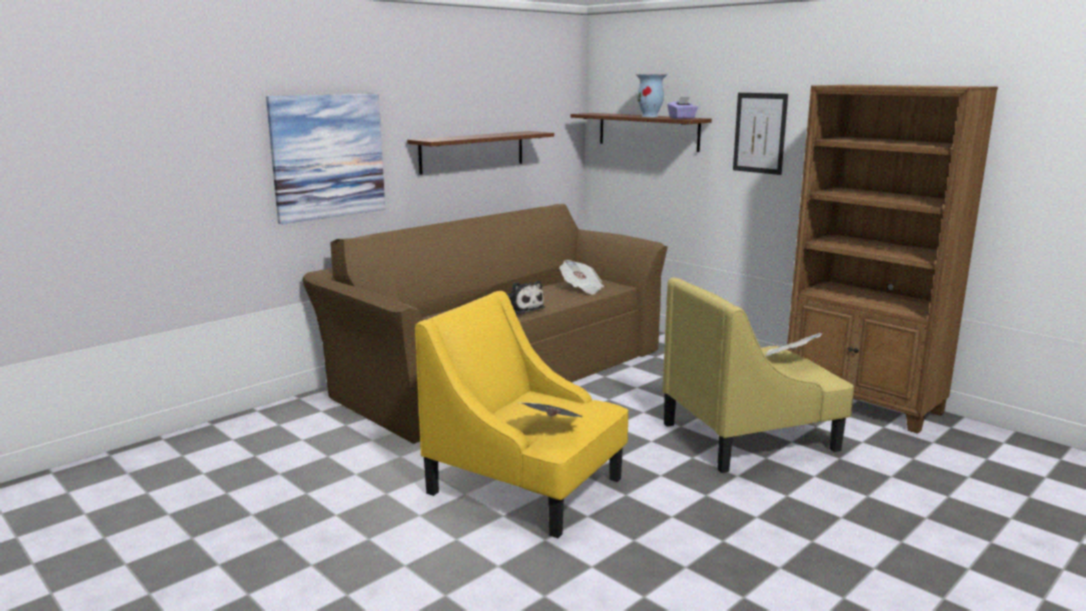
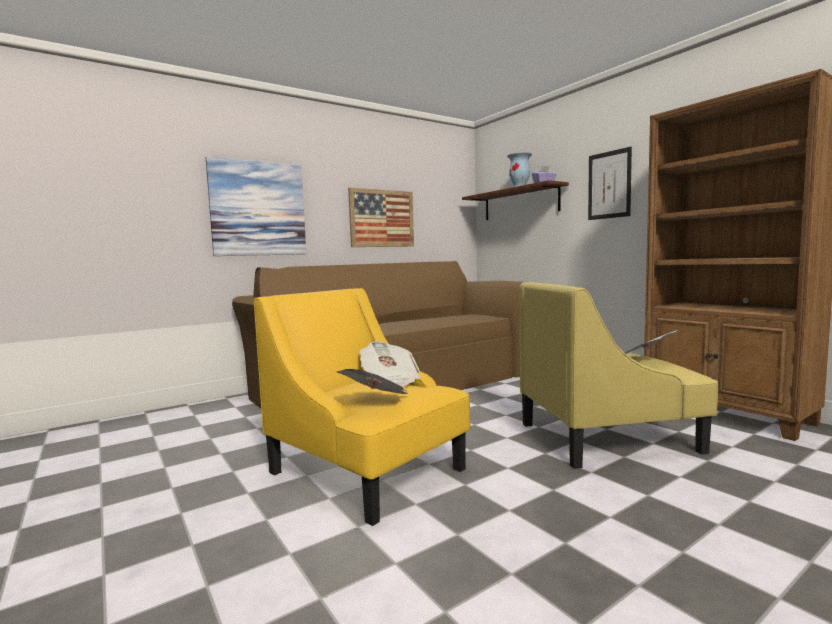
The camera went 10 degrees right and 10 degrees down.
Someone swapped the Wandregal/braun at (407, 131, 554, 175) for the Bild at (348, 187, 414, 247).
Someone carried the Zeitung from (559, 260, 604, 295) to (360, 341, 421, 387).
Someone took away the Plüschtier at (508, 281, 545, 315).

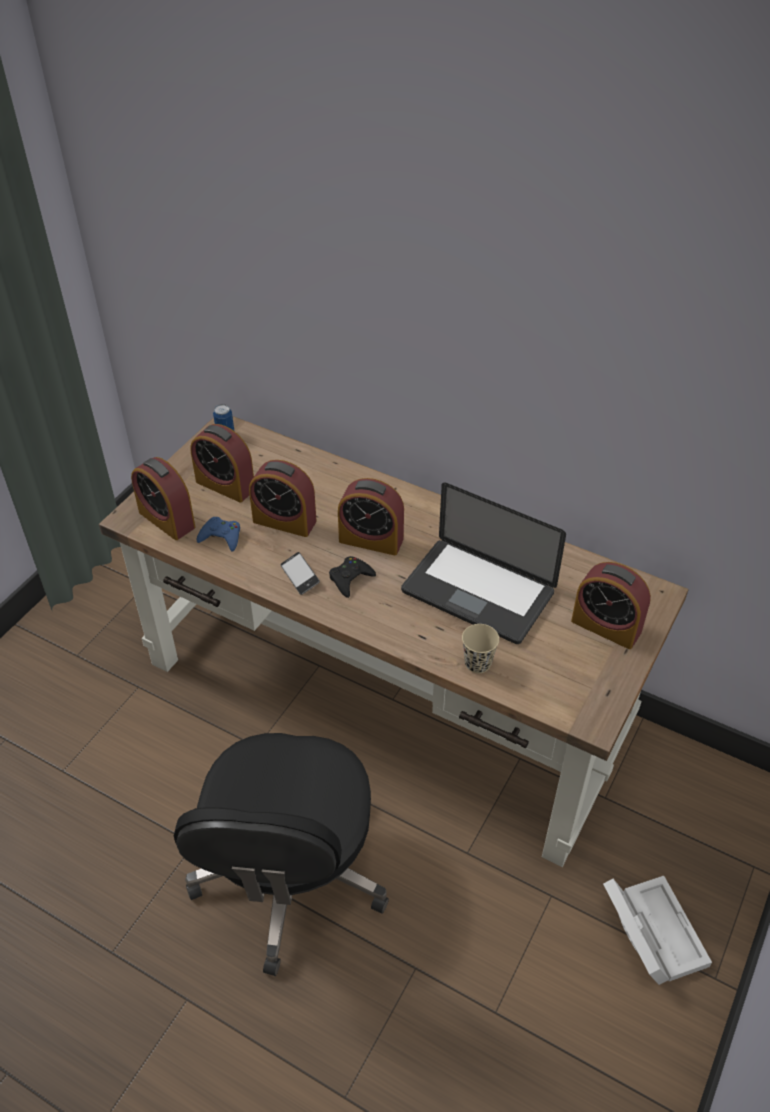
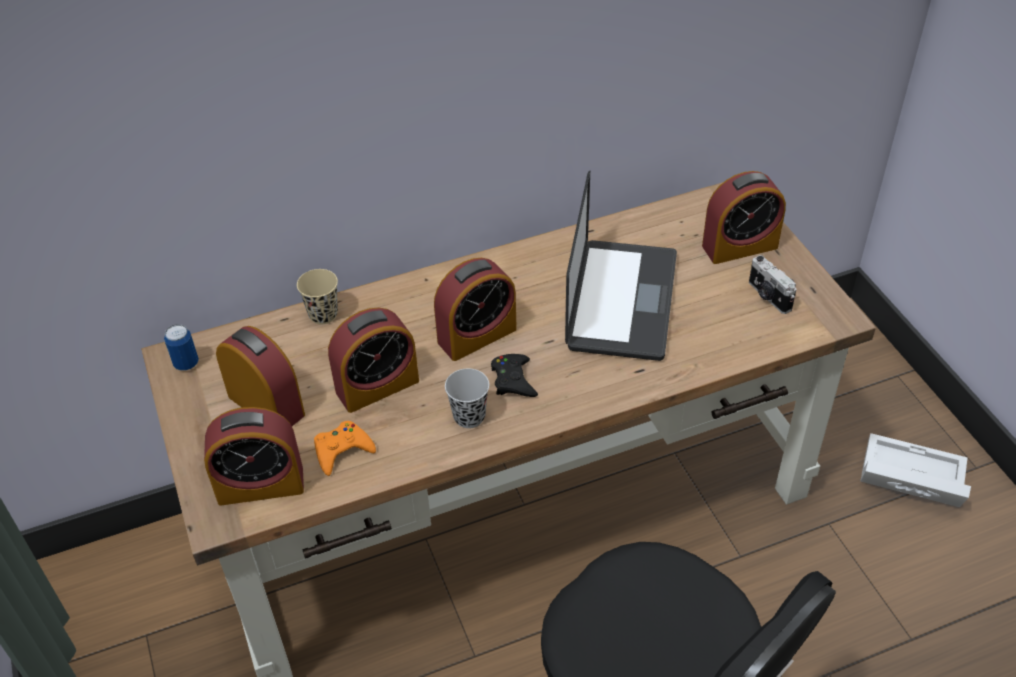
The camera went 50 degrees left and 0 degrees up.
Someone rotated the Wecker at (190, 424, 254, 503) by 120 degrees counterclockwise.
Someone rotated the Laptop at (401, 482, 566, 644) by 60 degrees counterclockwise.
Someone repainted the Gamepad/blau at (196, 517, 240, 552), which became the Gamepad/orange at (314, 421, 376, 476).
Someone swapped the Handy at (281, 552, 320, 595) for the Tasse/schwarz at (445, 368, 489, 428).
Someone carried the Tasse/beige from (462, 624, 499, 673) to (297, 269, 338, 324).
Someone put down the Kamera at (749, 255, 797, 314).

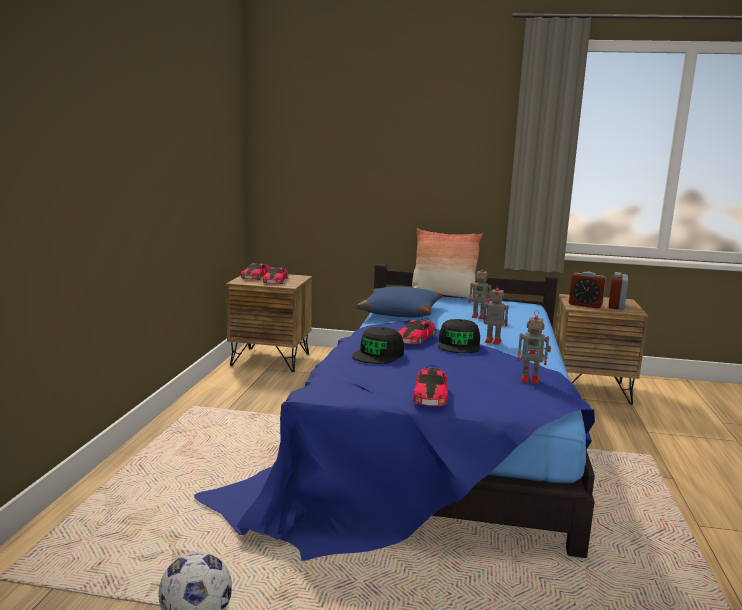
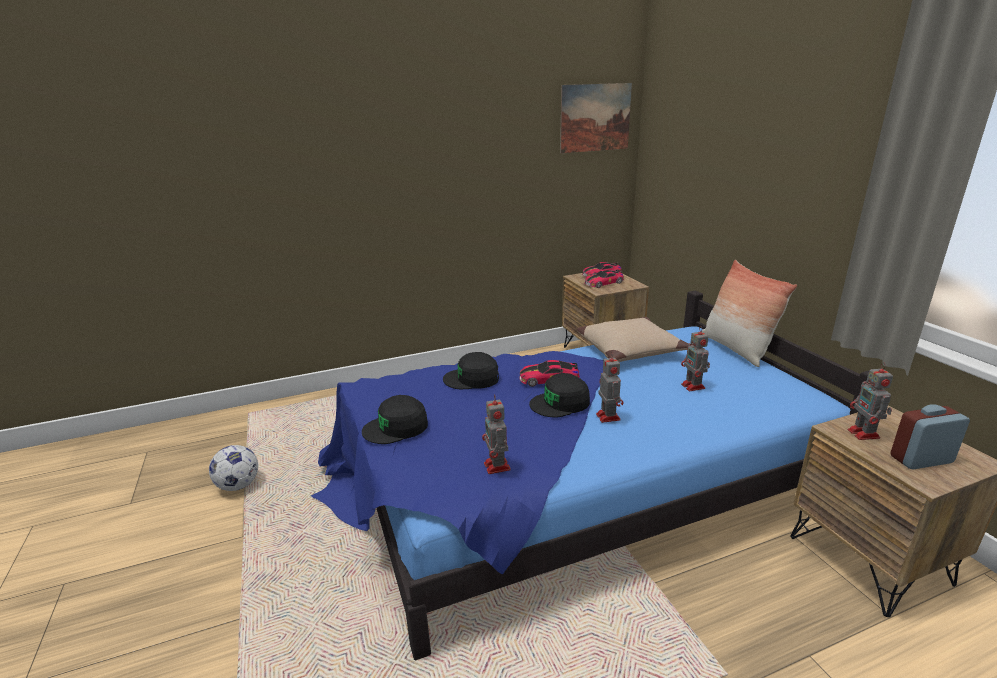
The camera went 60 degrees right and 10 degrees up.
Someone swapped the Wecker at (569, 272, 606, 308) for the Spielzeugroboter at (848, 363, 893, 440).
Someone repainted the Kissen/blau at (356, 286, 443, 318), which became the Kissen/beige at (577, 317, 688, 362).
Someone swapped the Spielzeugauto at (413, 365, 448, 406) for the Kappe/schwarz at (362, 395, 428, 444).
Someone put up the Bild at (560, 83, 632, 153).

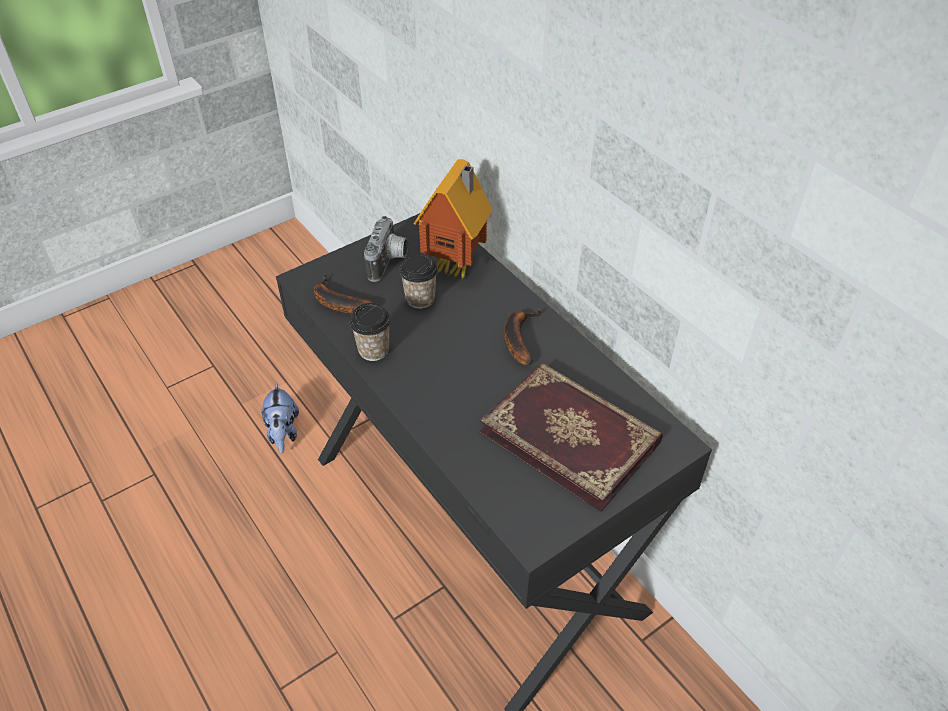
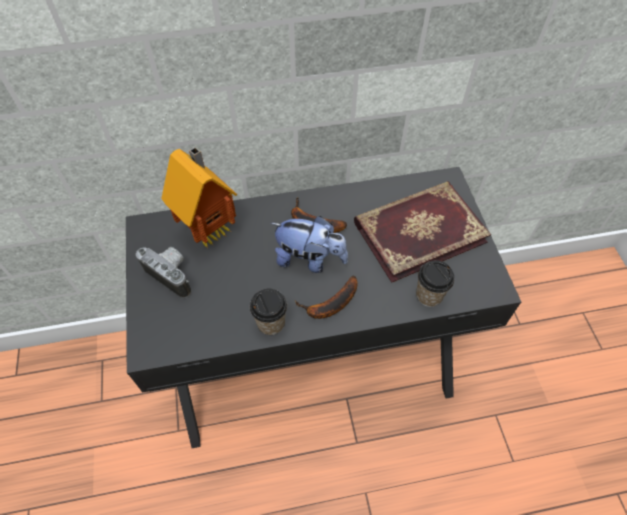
The camera went 65 degrees left and 10 degrees up.
Someone carried the Tasse from (399, 253, 438, 309) to (416, 260, 454, 307).
Someone carried the Banane from (313, 274, 375, 314) to (295, 276, 358, 319).
Someone carried the Plüschtier from (261, 382, 299, 454) to (270, 216, 348, 273).

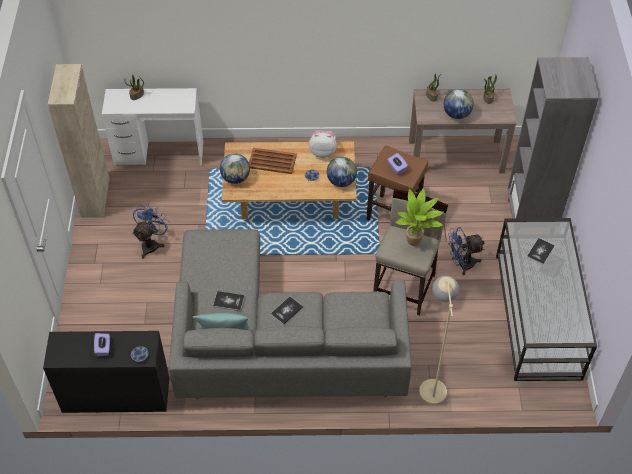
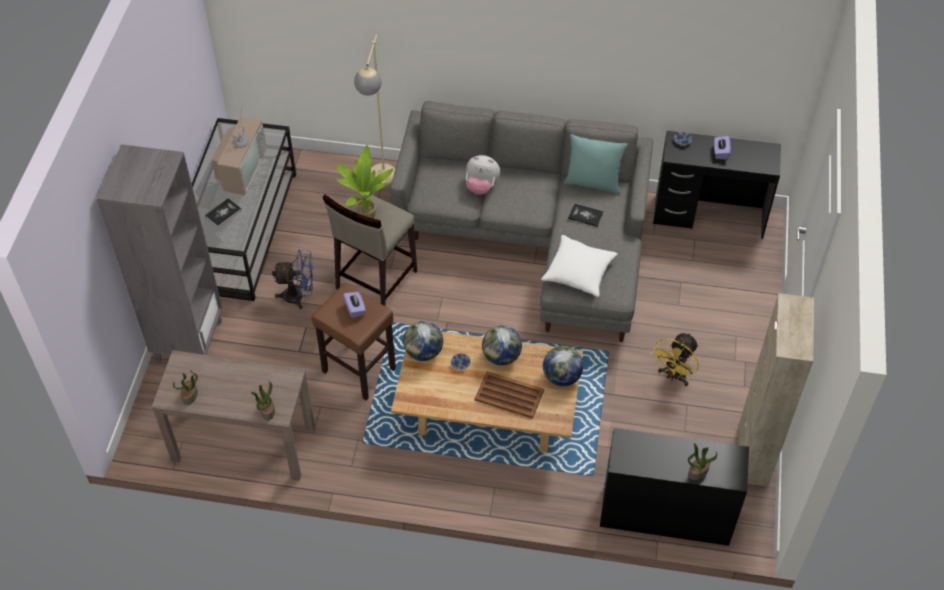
The camera went 170 degrees left and 0 degrees up.
Someone repainted the Schreibtisch/weiß at (102, 88, 203, 165), which became the Schreibtisch/schwarz at (600, 428, 749, 546).
Someone carried the Globus from (444, 89, 474, 119) to (482, 325, 522, 366).
Someone carried the Plüschtier from (309, 130, 337, 158) to (465, 155, 500, 195).
Someone repainted the Ventilator/blau at (132, 203, 170, 259), which became the Ventilator/gelb at (651, 333, 699, 386).
Someone took away the Buch at (271, 297, 303, 325).
Someone put down the Fernseher at (211, 108, 267, 195).
Someone put down the Kissen/weiß at (541, 235, 618, 297).

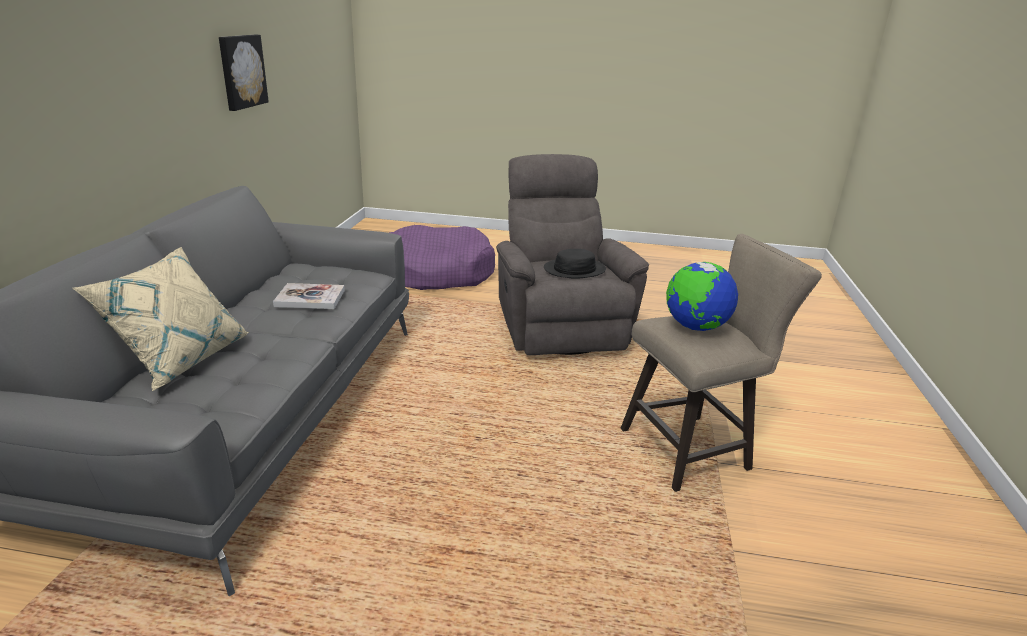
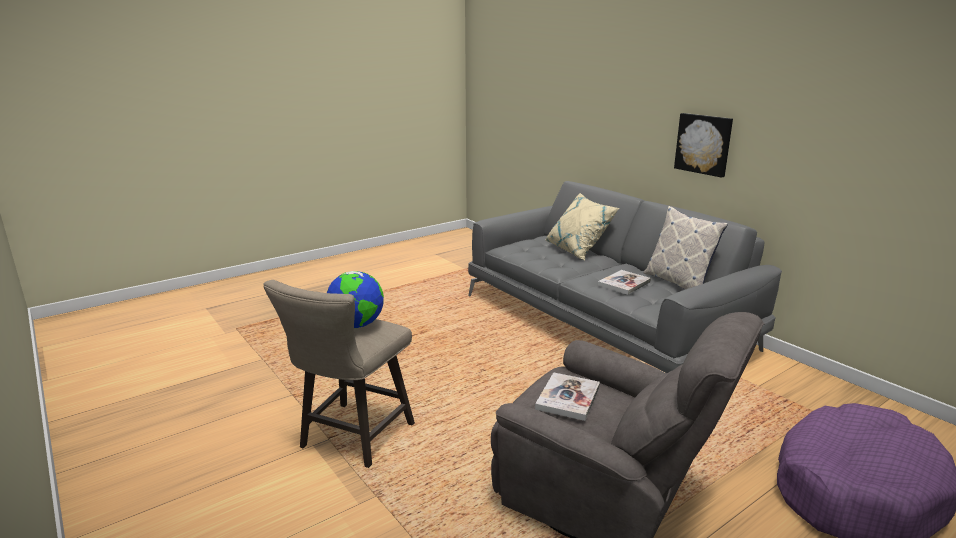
The camera went 135 degrees right and 5 degrees down.
Someone carried the Bild from (219, 35, 269, 111) to (674, 113, 733, 178).
Someone swapped the Hut/schwarz at (544, 249, 606, 279) for the Buch at (535, 372, 600, 421).
Someone put down the Kissen at (643, 206, 728, 289).

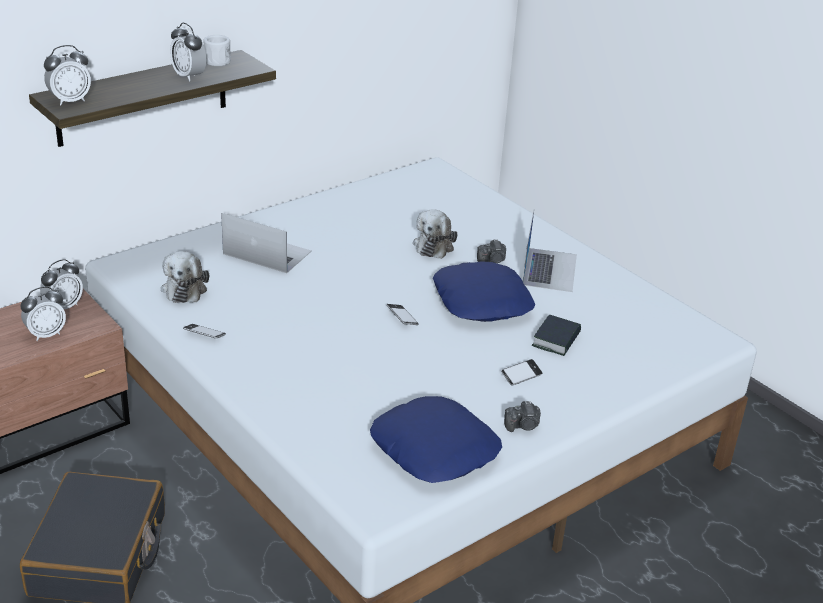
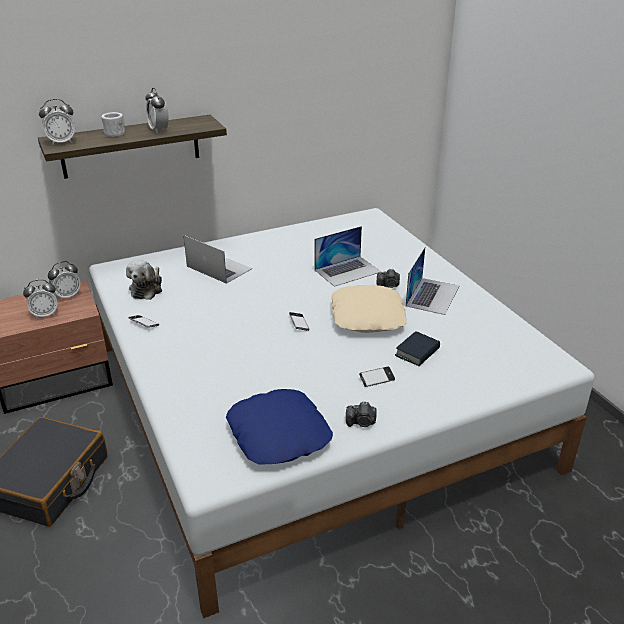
The camera went 15 degrees right and 0 degrees up.
Someone carried the Henkelbecher/weiß from (203, 35, 231, 66) to (101, 112, 125, 137).
Someone swapped the Plüschtier at (413, 209, 458, 259) for the Laptop at (314, 226, 381, 287).
Someone repainted the Kissen/blau at (433, 261, 535, 322), which became the Kissen/beige at (332, 285, 407, 333).

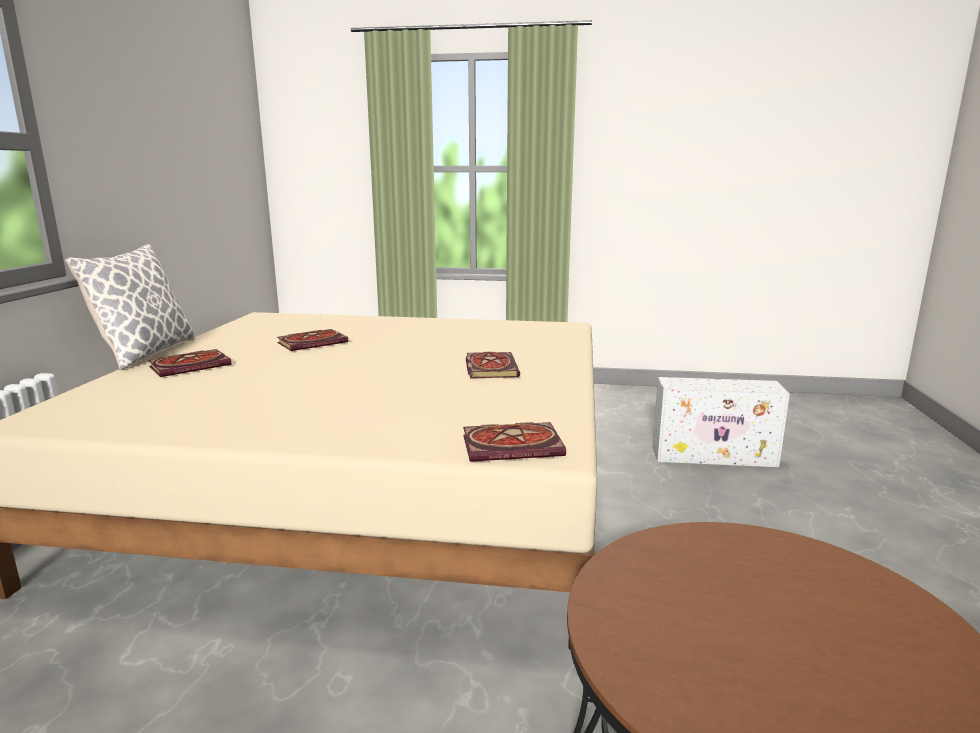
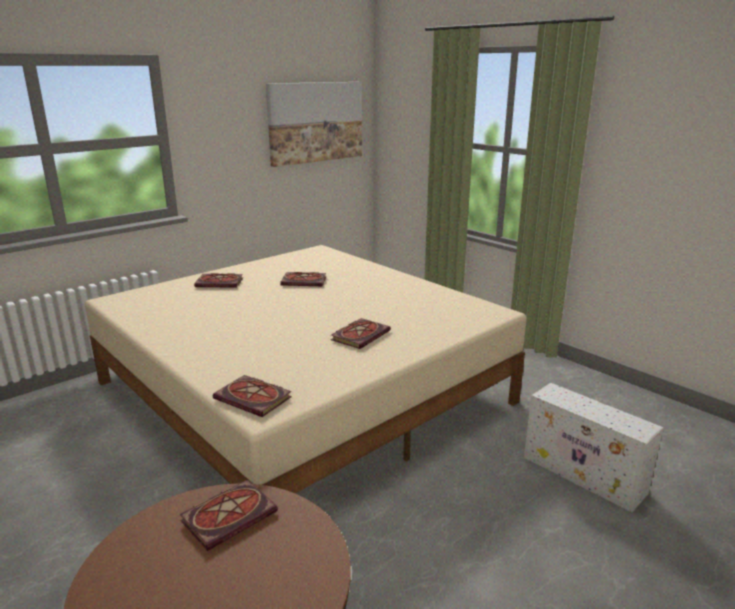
The camera went 40 degrees right and 5 degrees up.
Someone took away the Kissen at (65, 244, 195, 370).
Someone put up the Bild at (266, 82, 362, 167).
Someone put down the Buch at (180, 480, 278, 551).

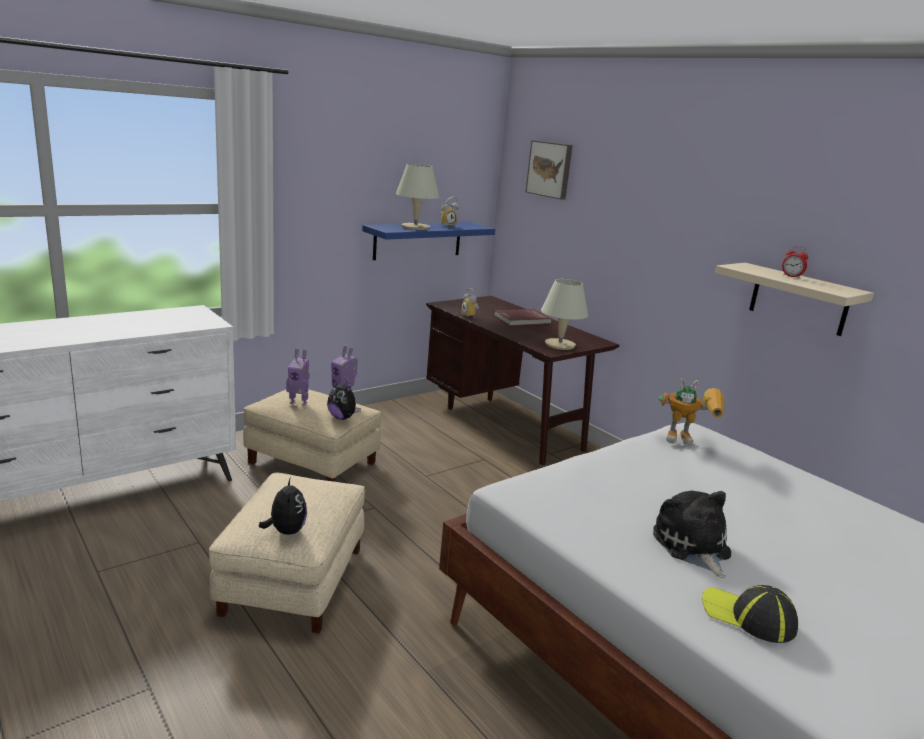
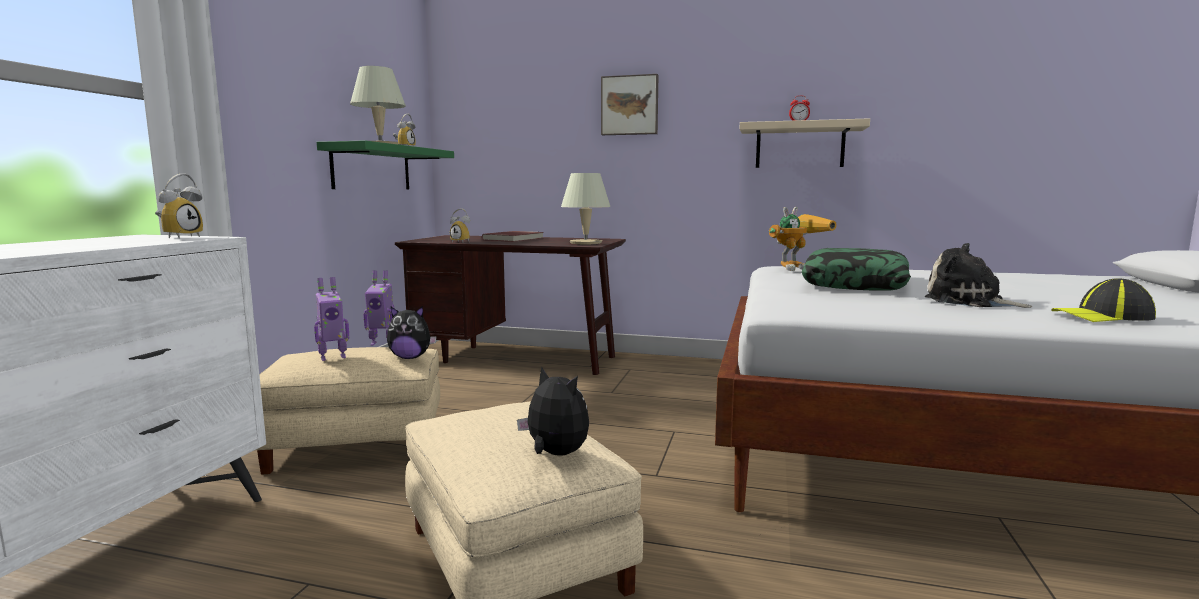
The camera went 35 degrees left and 10 degrees down.
Someone carried the Bild from (526, 140, 573, 200) to (601, 74, 658, 135).
Someone repainted the Wandregal/blau at (362, 222, 495, 260), which became the Wandregal/grün at (317, 140, 454, 189).
Someone put down the Wecker at (155, 173, 203, 239).
Someone put down the Kissen at (802, 248, 911, 290).

